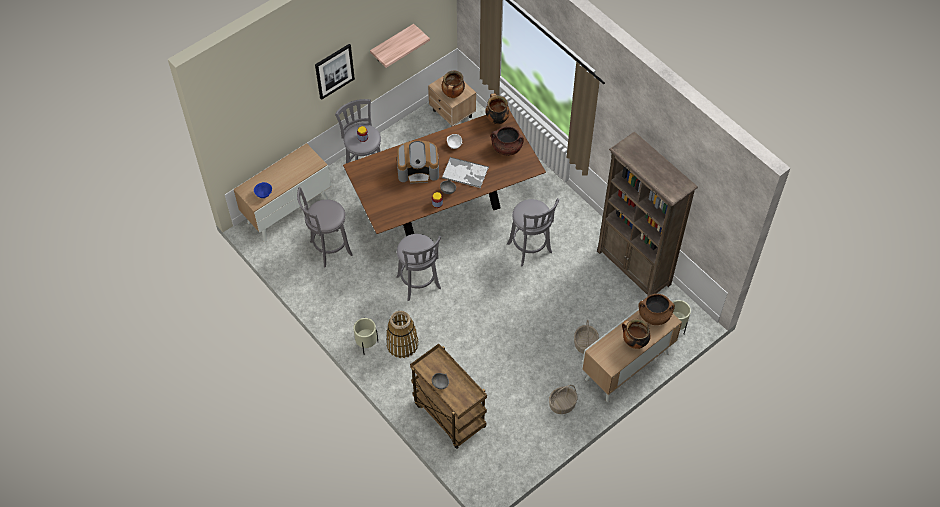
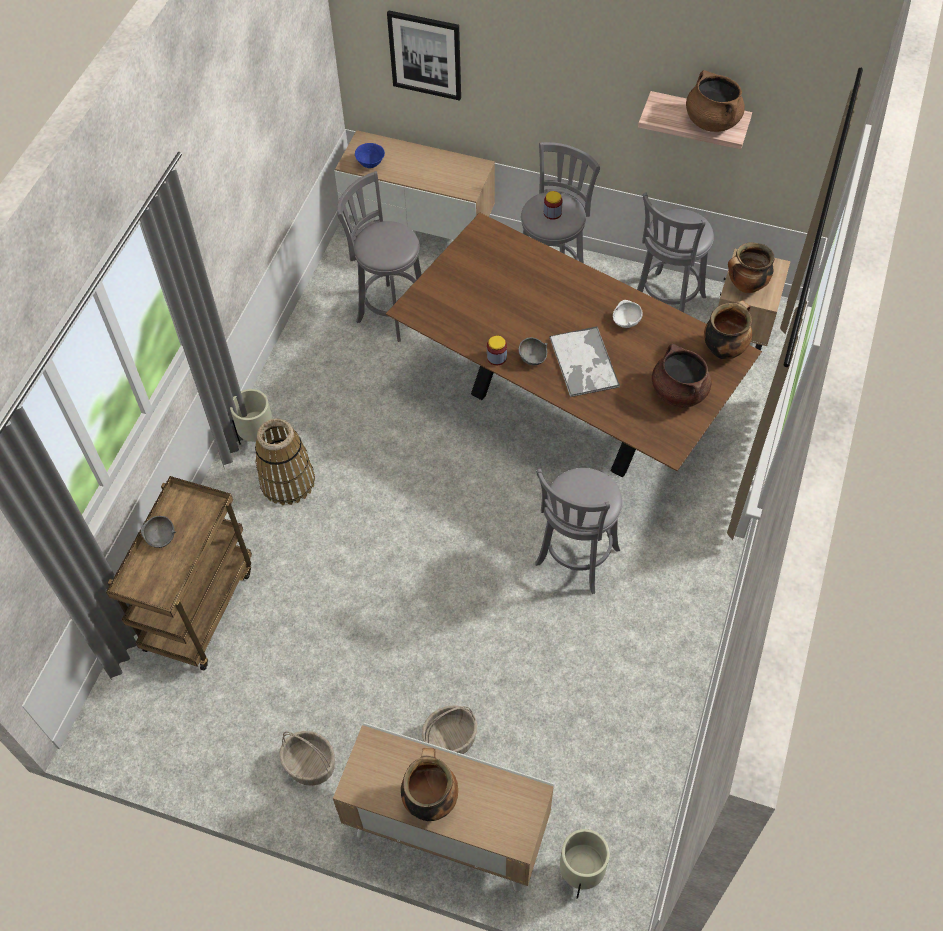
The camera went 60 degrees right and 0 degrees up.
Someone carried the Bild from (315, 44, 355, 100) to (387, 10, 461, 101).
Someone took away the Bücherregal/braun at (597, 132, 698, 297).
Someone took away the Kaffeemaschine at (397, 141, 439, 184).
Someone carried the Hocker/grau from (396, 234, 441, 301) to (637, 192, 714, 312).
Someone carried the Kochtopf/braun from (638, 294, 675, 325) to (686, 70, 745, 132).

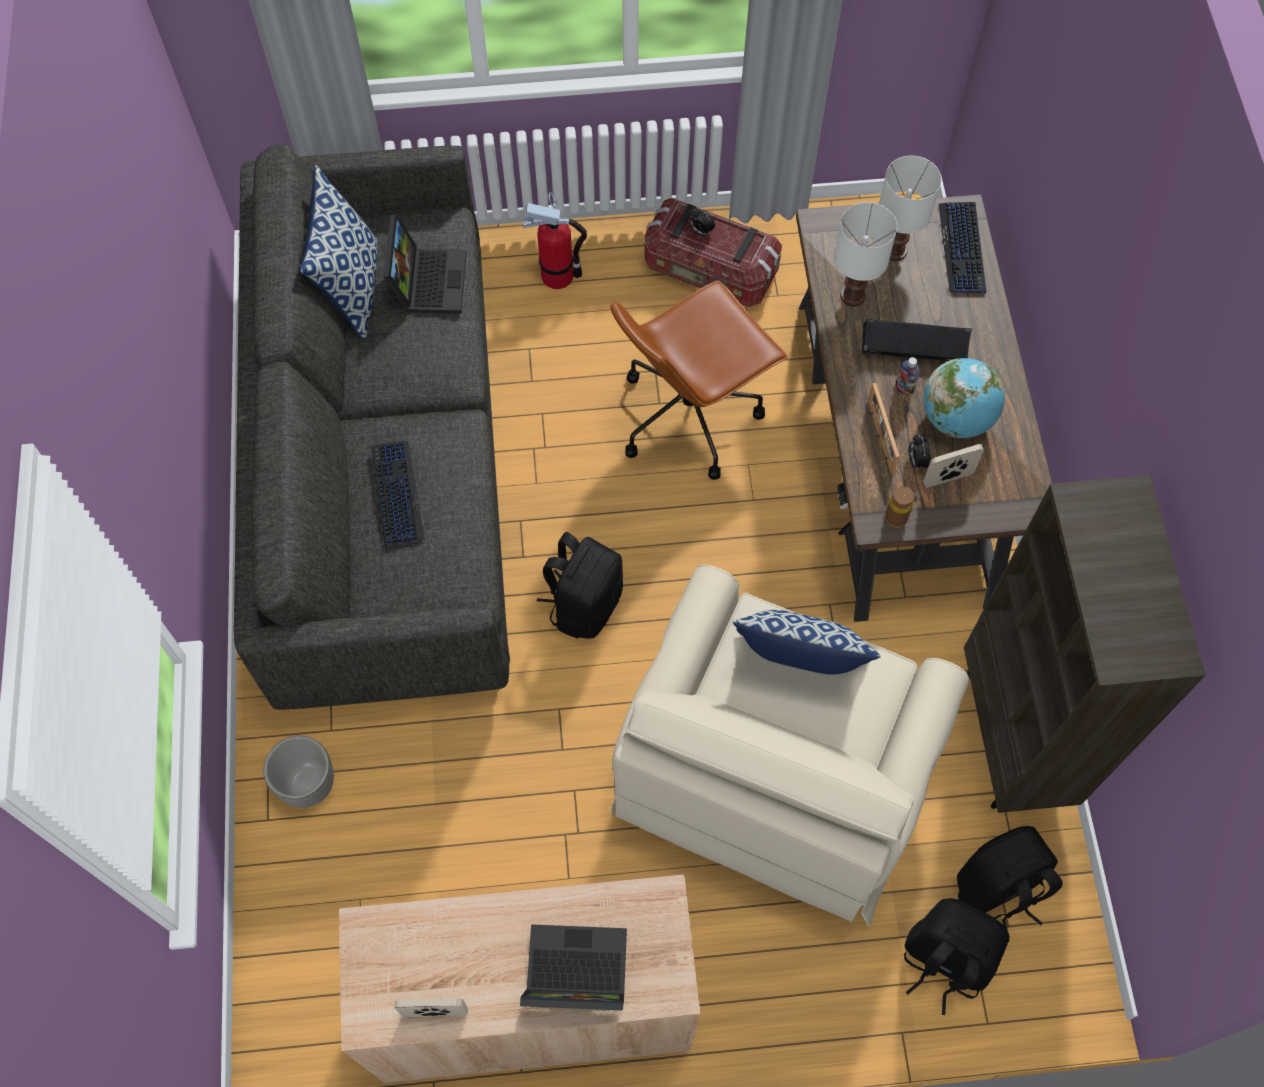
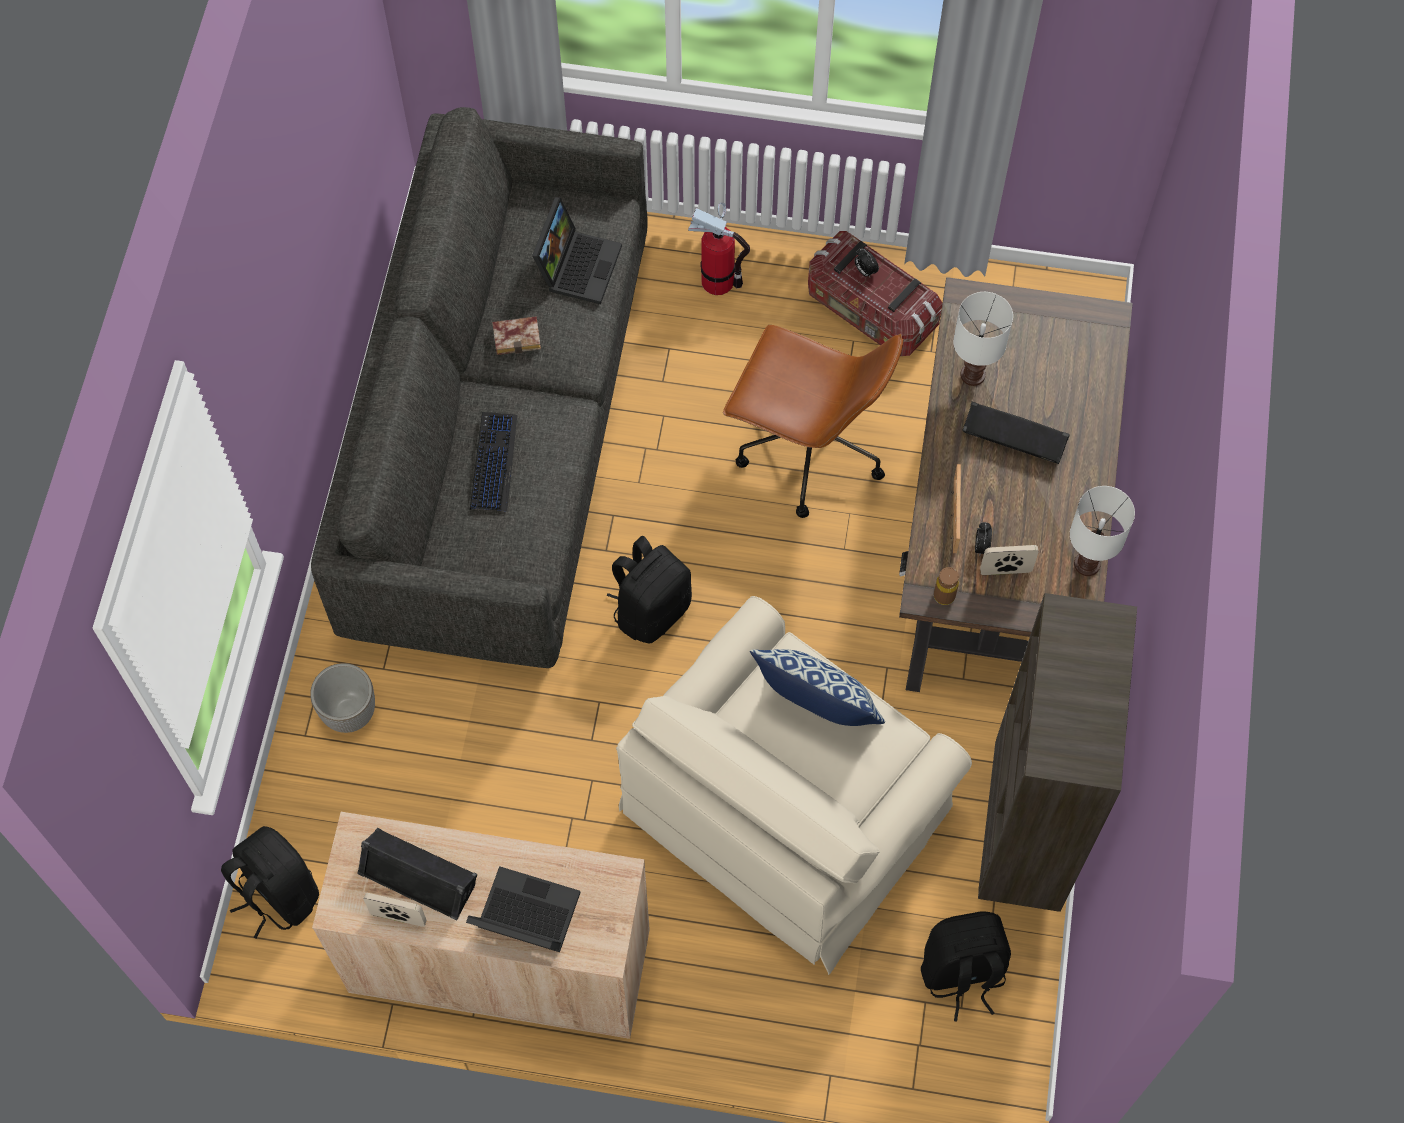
The camera went 15 degrees right and 0 degrees up.
Someone carried the Tischlampe/weiß from (879, 156, 941, 261) to (1070, 486, 1135, 576).
Someone took away the Kissen at (300, 165, 378, 340).
Someone took away the Tastatur at (939, 202, 986, 294).
Someone rotated the Bürostuhl/braun at (610, 280, 788, 480) by 135 degrees counterclockwise.
Someone took away the Flasche at (896, 357, 919, 396).
Someone took away the Globus at (923, 358, 1005, 438).
Someone carried the Rucksack/schwarz from (904, 898, 1010, 1015) to (221, 826, 319, 938).
Someone put down the Buch at (492, 316, 541, 355).
Someone put down the Lautsprecher/schwarz at (357, 828, 477, 921).

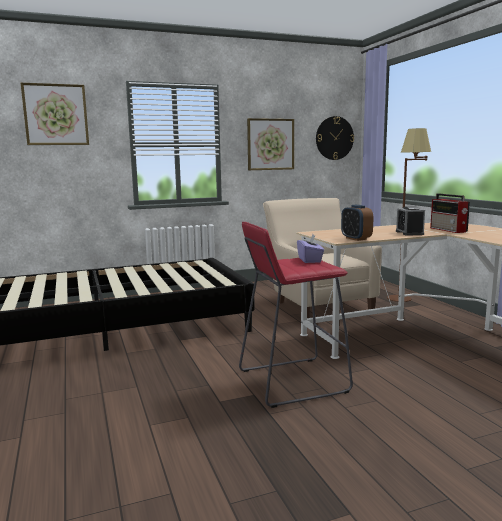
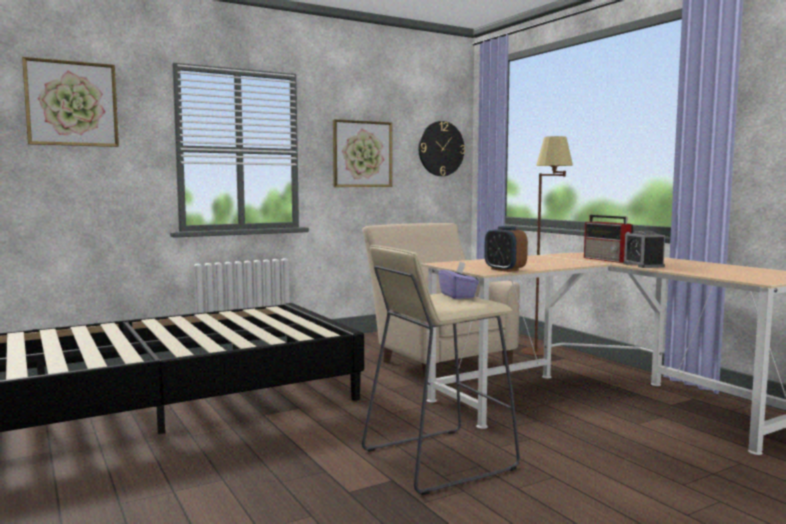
The camera went 10 degrees left and 5 degrees down.
Someone carried the Wecker from (396, 206, 425, 236) to (623, 231, 665, 268).
Someone repainted the Hocker/rot at (239, 222, 353, 408), which became the Hocker/beige at (362, 245, 520, 495).

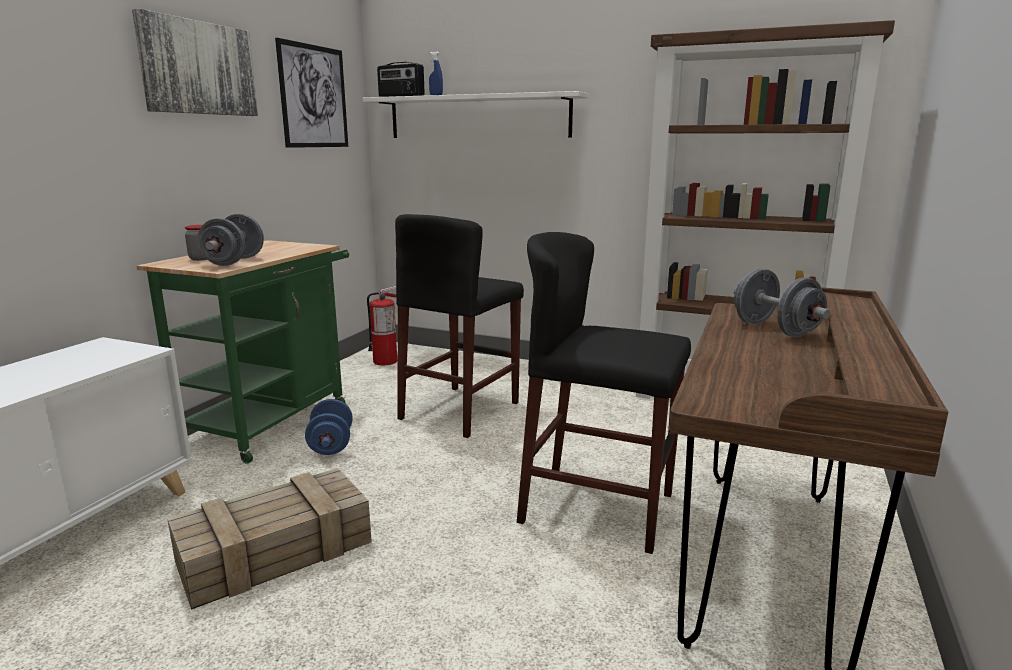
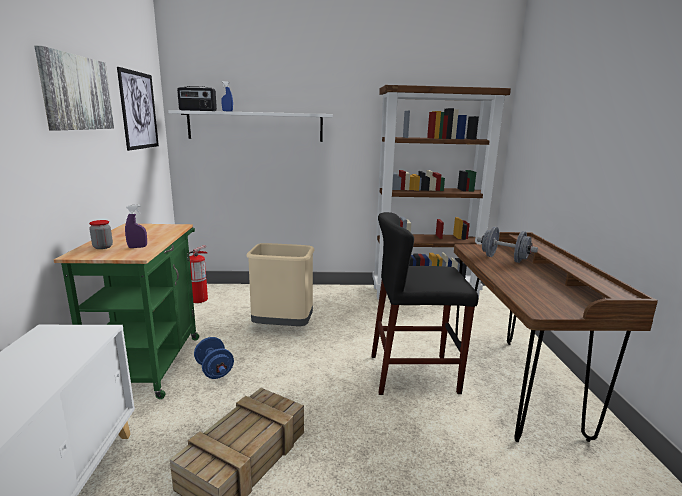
The camera went 25 degrees left and 0 degrees up.
Someone swapped the Hantel/grau at (197, 214, 264, 266) for the Sprühflasche/lila at (125, 205, 147, 248).
Someone swapped the Hocker/schwarz at (395, 214, 524, 438) for the Mülleimer/beige at (246, 243, 314, 326).

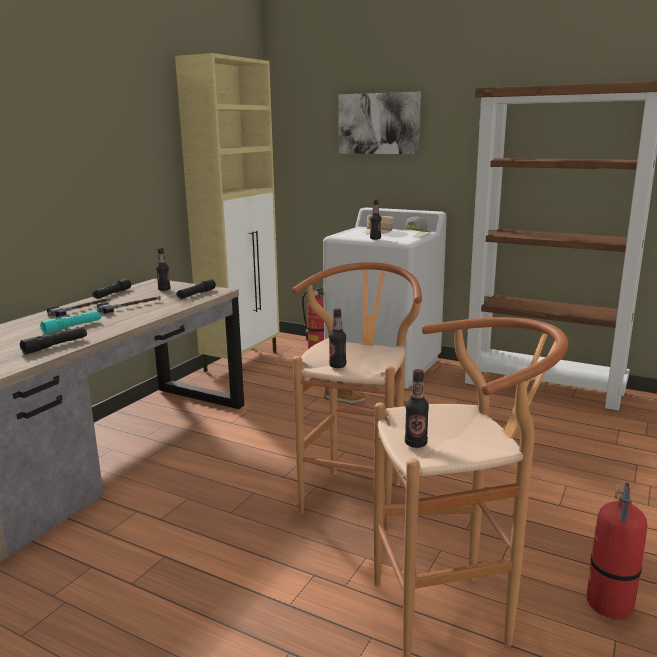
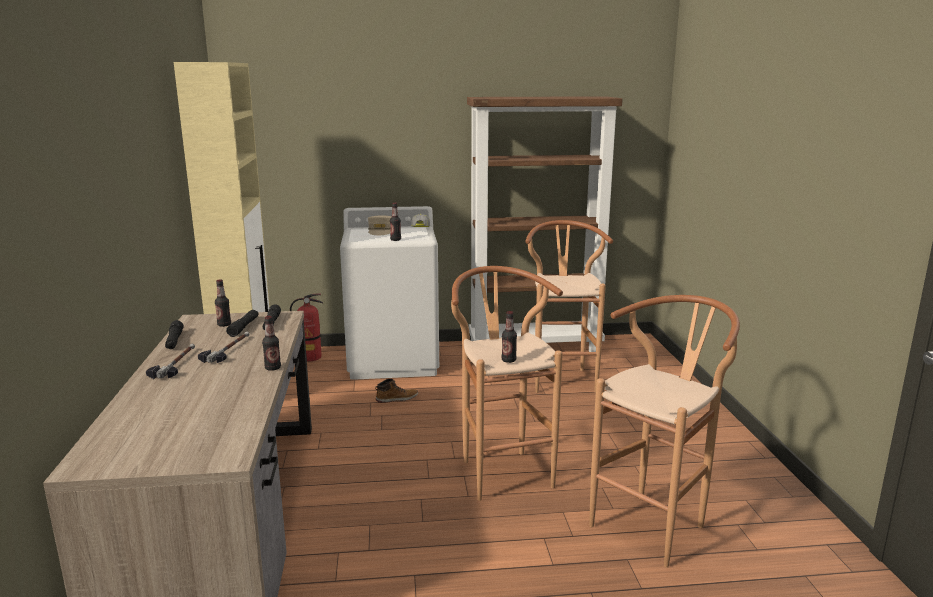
The camera went 35 degrees left and 0 degrees up.
Someone took away the Bild at (338, 92, 421, 154).
Someone took away the Taschenlampe/türkis at (40, 311, 101, 334).
Someone carried the Taschenlampe/schwarz from (20, 327, 87, 354) to (226, 310, 258, 337).
Someone carried the Flasche from (405, 369, 429, 448) to (262, 316, 281, 371).
Someone took away the Feuerlöscher at (587, 482, 647, 619).
Someone put down the Hocker/braun at (525, 220, 613, 393).

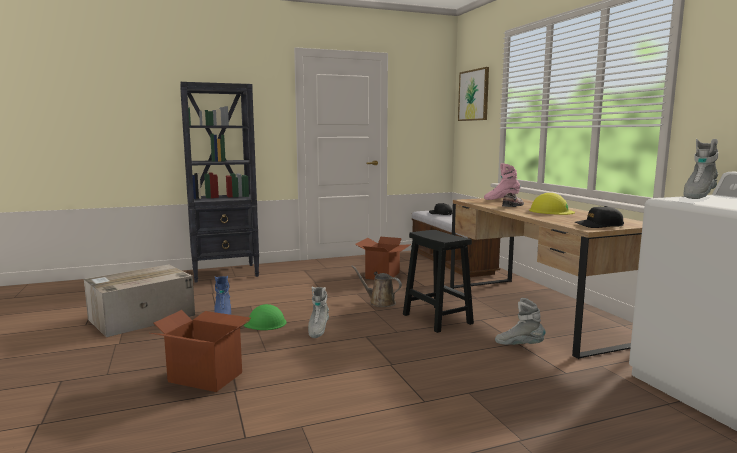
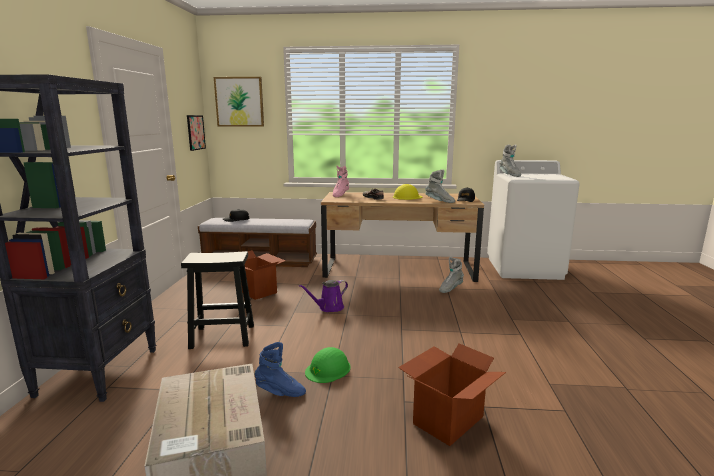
The camera went 65 degrees left and 5 degrees up.
Someone carried the Hocker/schwarz from (403, 230, 474, 333) to (181, 251, 254, 349).
Someone repainted the Gießkanne/braun at (351, 265, 402, 307), which became the Gießkanne/lila at (298, 280, 348, 312).
Someone carried the Stiefel/grau from (308, 287, 329, 338) to (425, 170, 455, 203).
Someone put up the Bild at (187, 115, 206, 151).

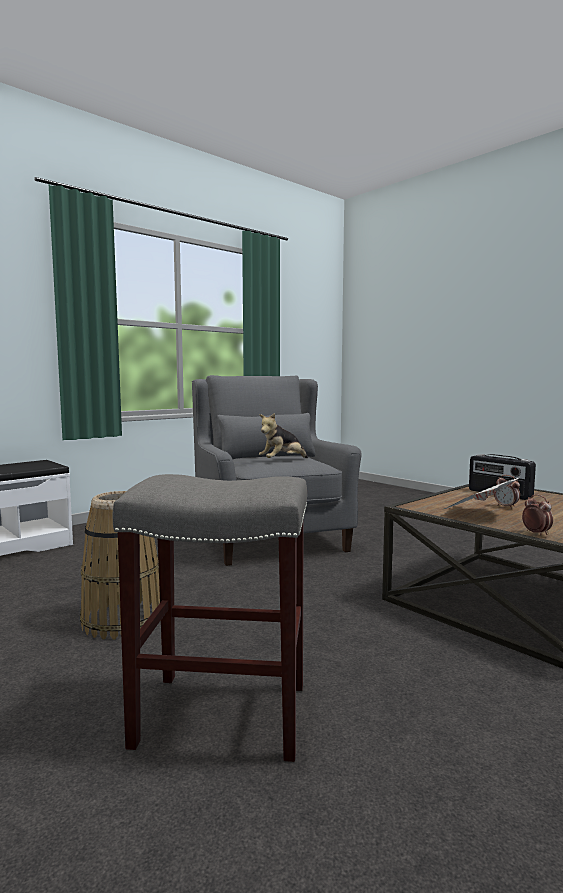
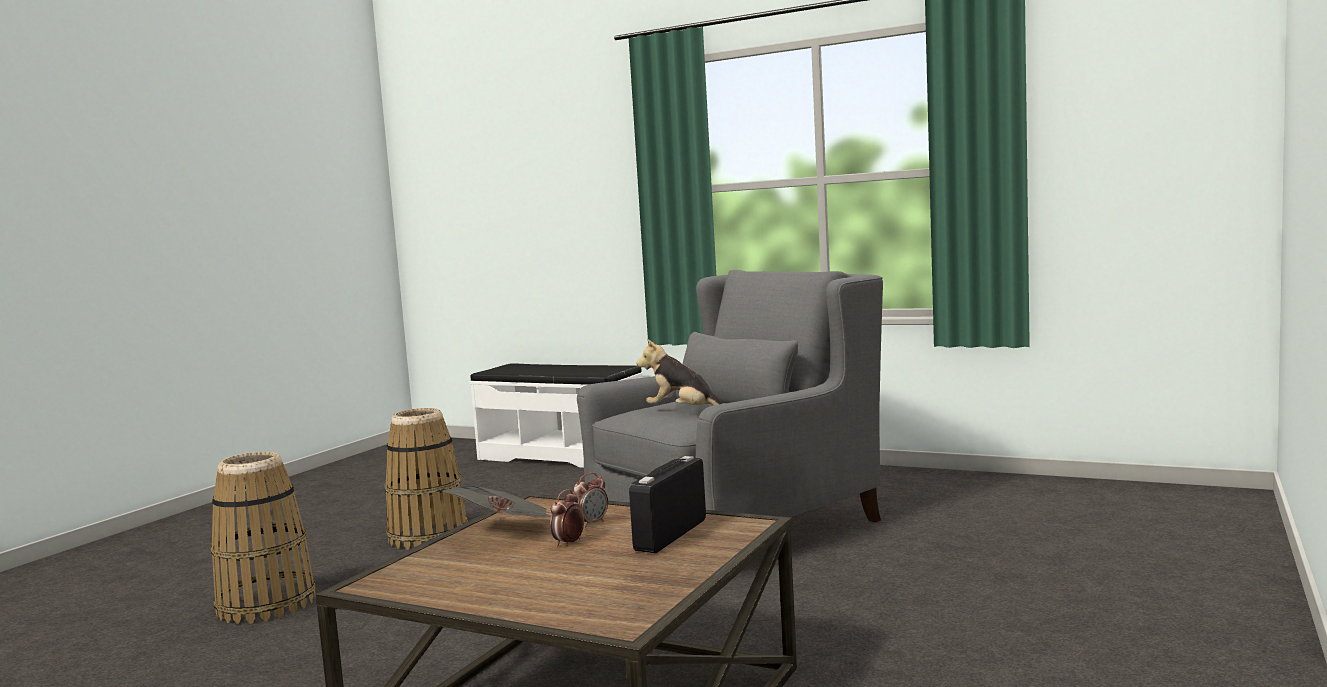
The camera went 70 degrees right and 0 degrees up.
Someone swapped the Hocker/grau at (113, 474, 307, 762) for the Korb at (211, 452, 316, 624).
Someone carried the Wecker from (522, 494, 553, 535) to (574, 473, 608, 527).

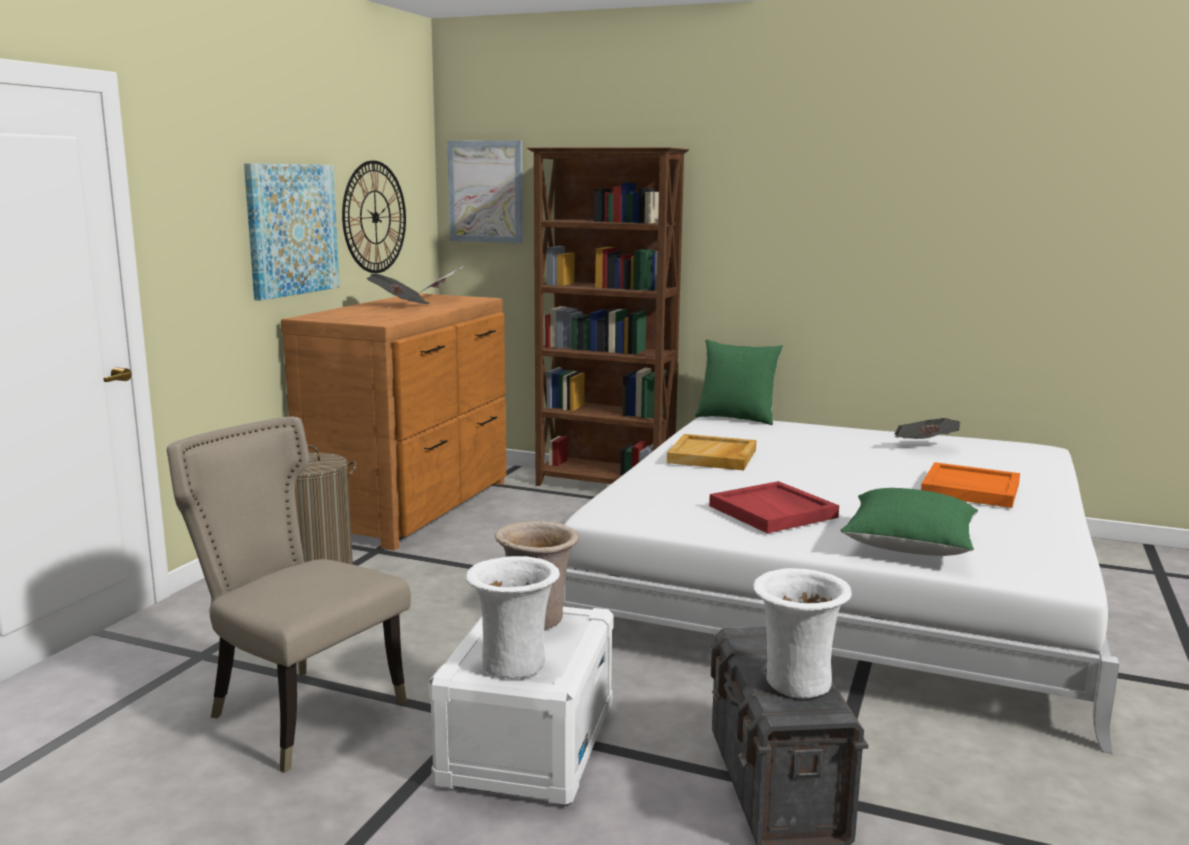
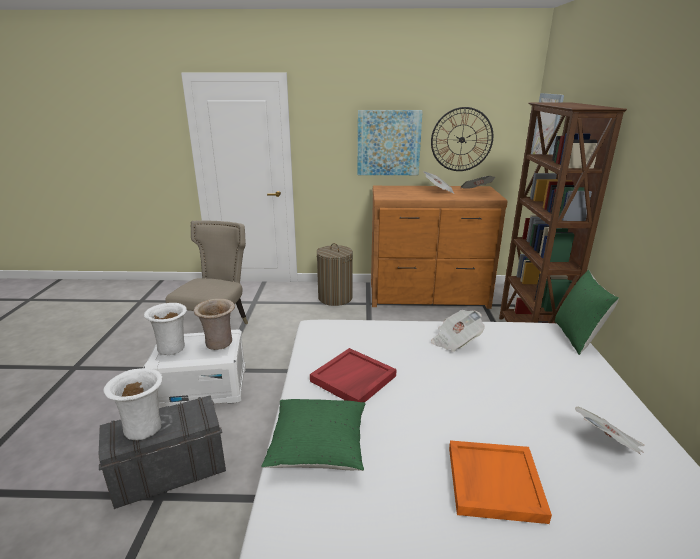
The camera went 70 degrees right and 10 degrees up.
Someone swapped the Tablett/beige at (667, 434, 756, 470) for the Zeitung at (431, 310, 485, 351).

